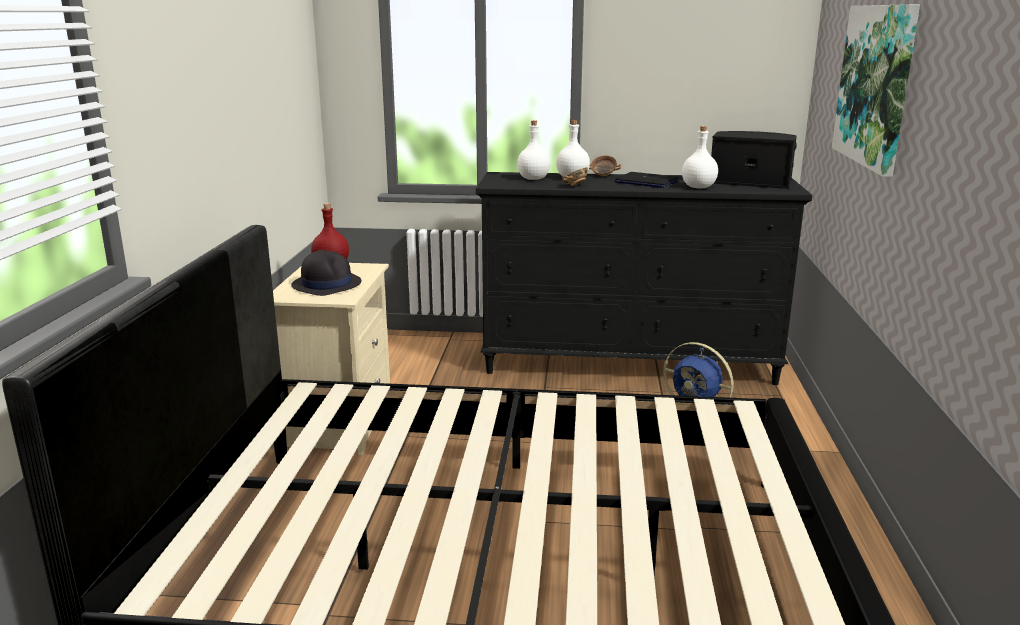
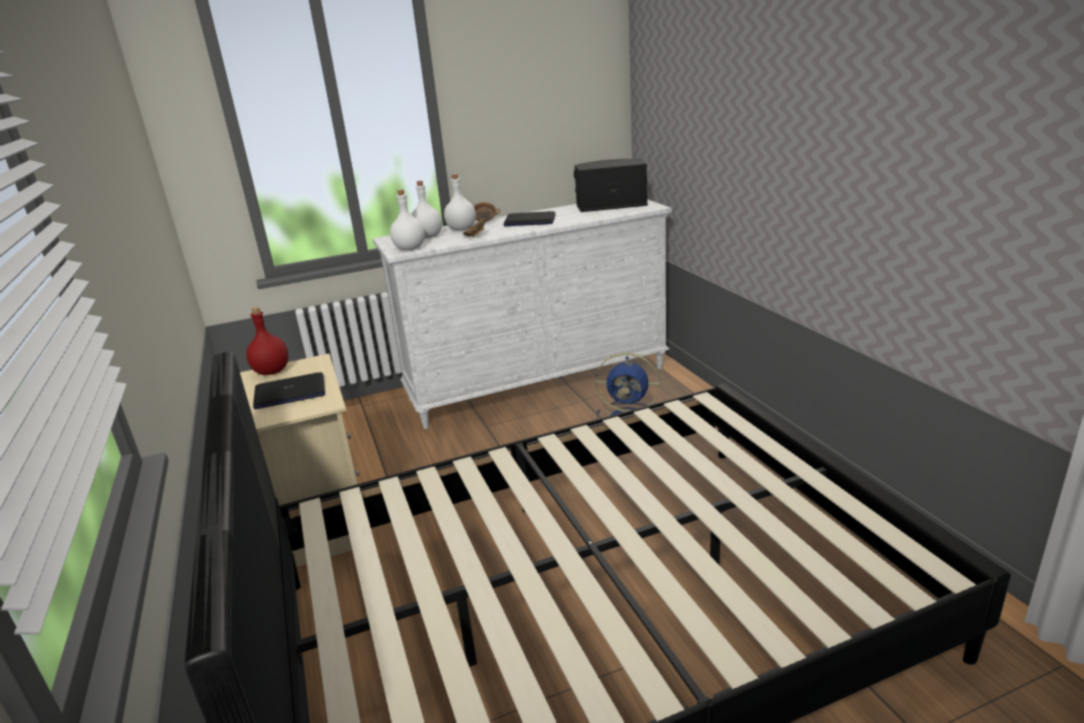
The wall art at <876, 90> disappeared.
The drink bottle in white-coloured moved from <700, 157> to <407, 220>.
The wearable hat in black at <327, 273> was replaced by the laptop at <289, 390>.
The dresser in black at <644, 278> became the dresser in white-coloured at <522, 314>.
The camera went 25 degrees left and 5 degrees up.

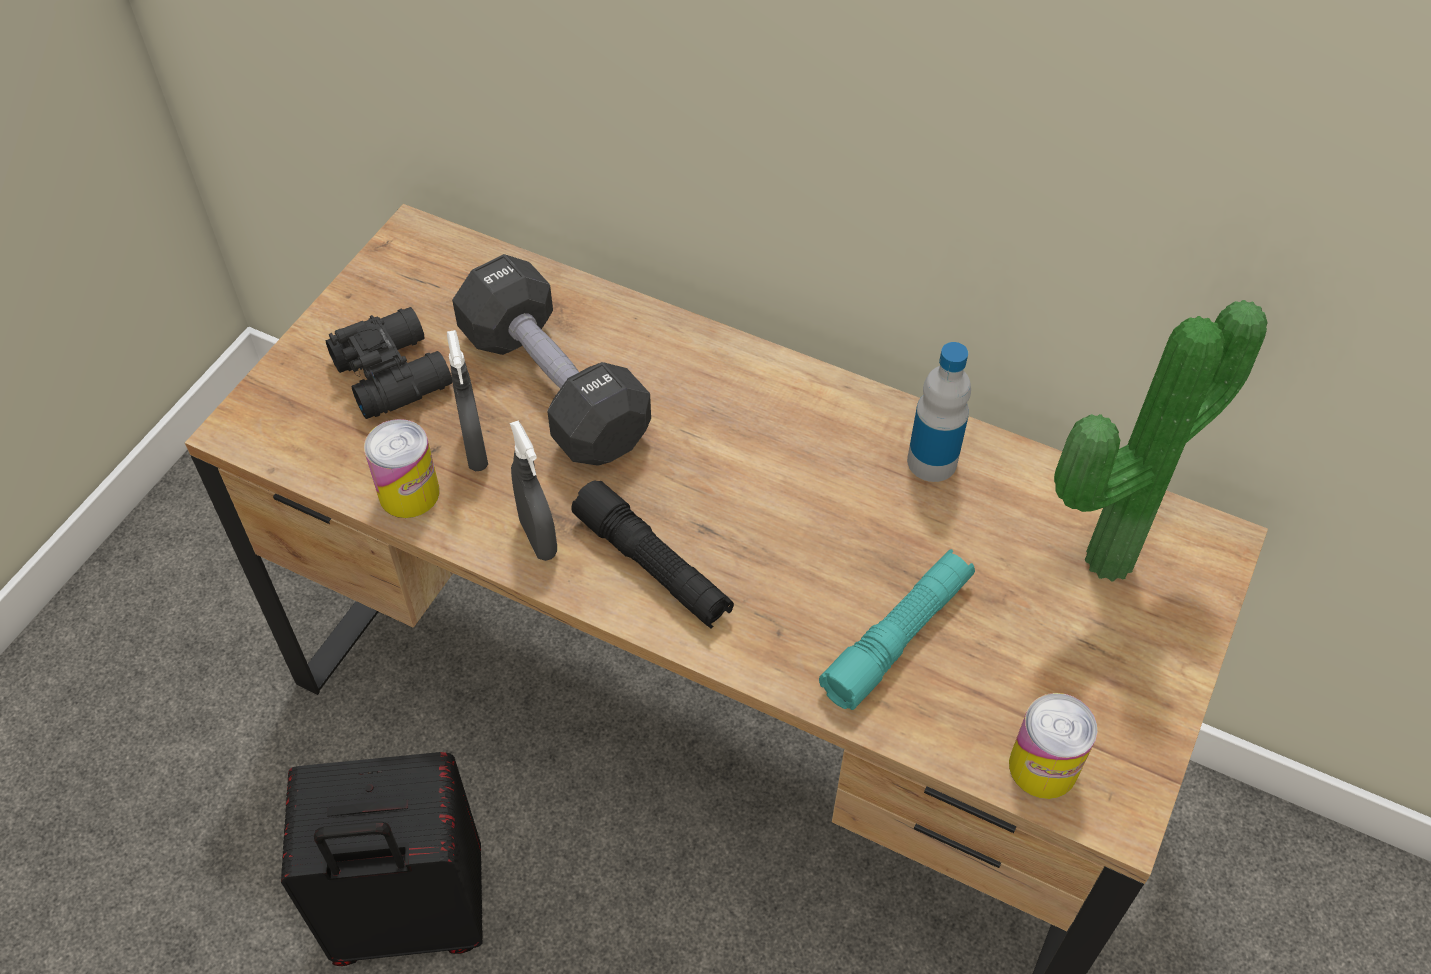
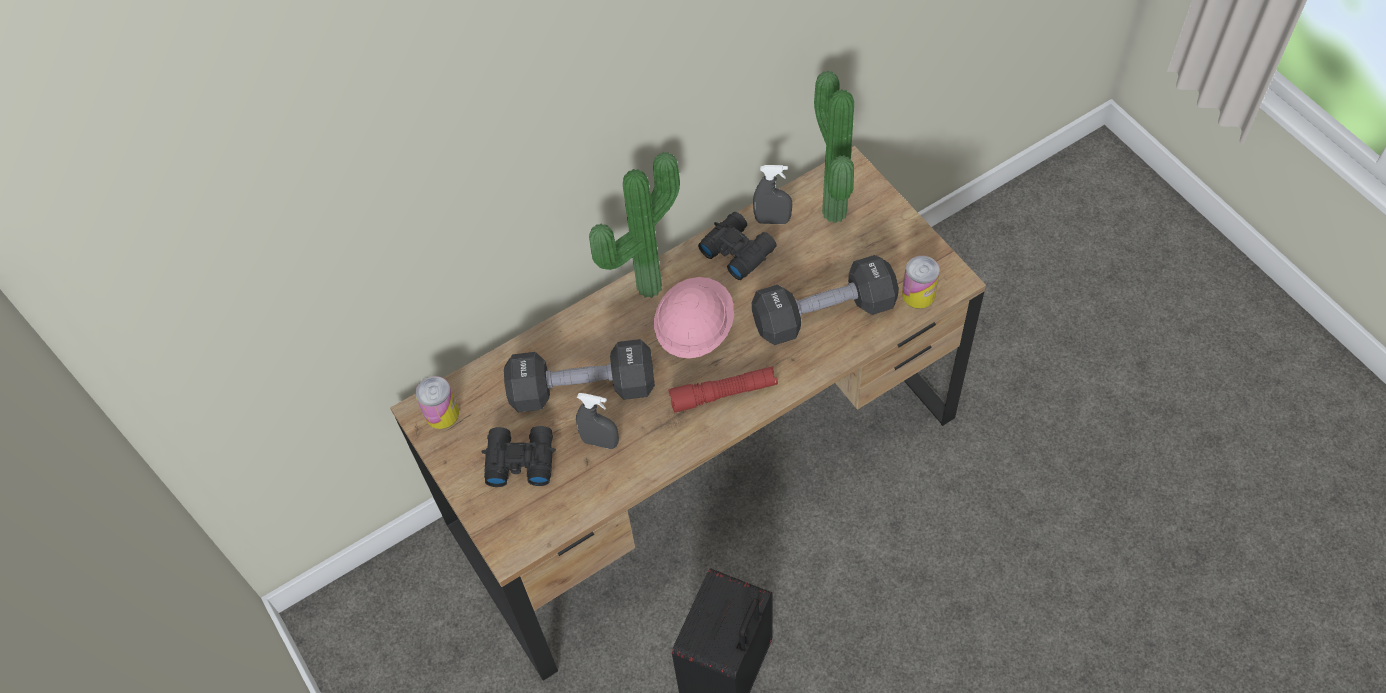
The potted plant at <634, 225> appeared.
The safety helmet in pink-coloured at <694, 318> appeared.
The sealed can moved from <402, 468> to <437, 402>.
The hand sprayer in gray moved from <533, 490> to <772, 194>.
The torch in blue-green at <897, 629> was replaced by the hand weight in black at <825, 300>.
The drink bottle at <939, 412> was replaced by the field glasses in black at <737, 246>.
The torch in black at <652, 554> became the torch in red-coloured at <723, 390>.
The camera went 55 degrees left and 5 degrees up.

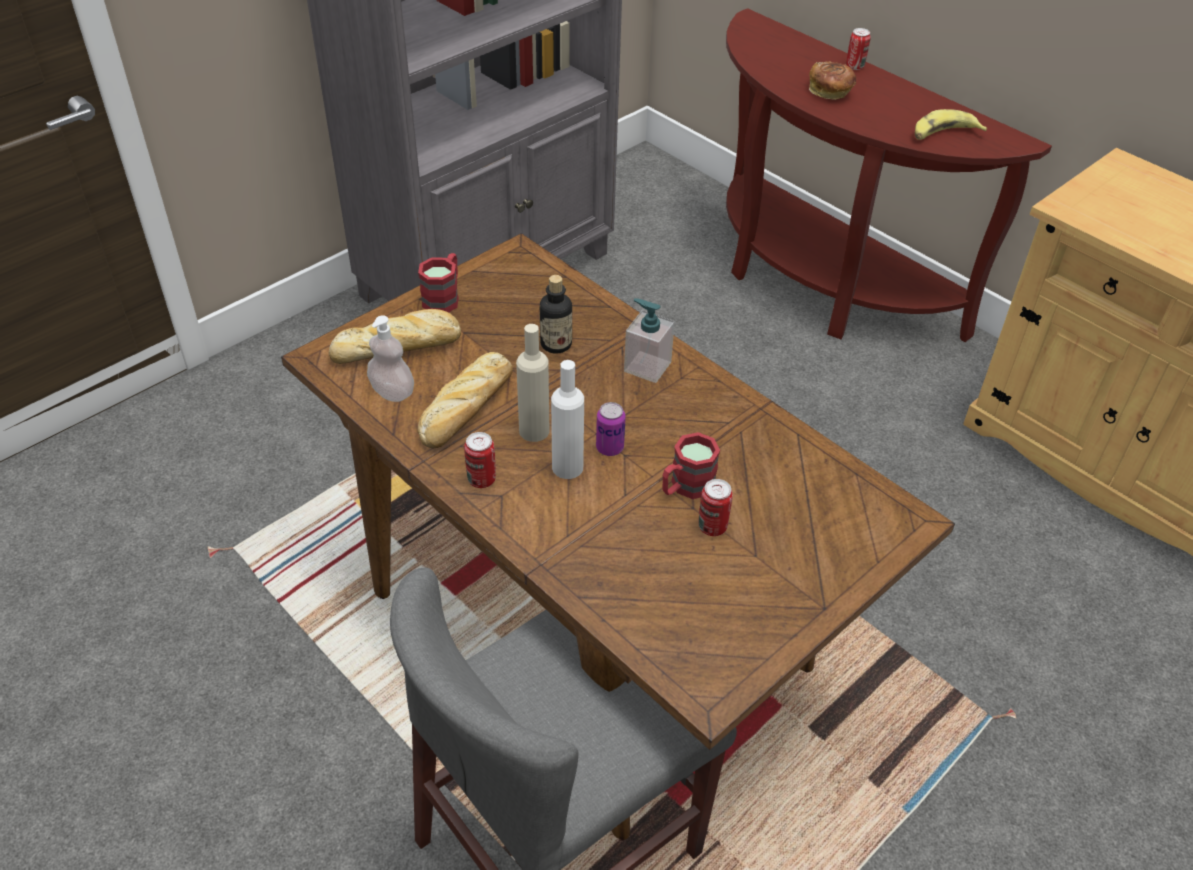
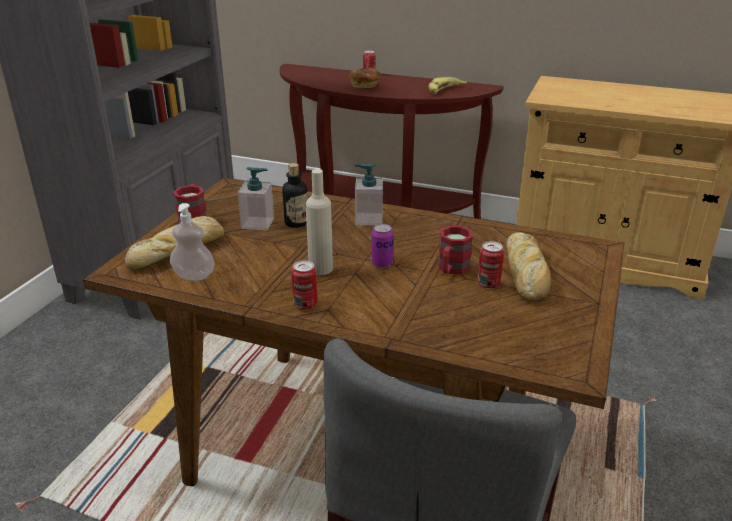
The drink bottle in white-coloured at <567, 419> disappeared.
The soap dispenser at <256, 198> appeared.
The bakery bread moved from <465, 400> to <528, 267>.
The camera went 25 degrees left and 15 degrees down.

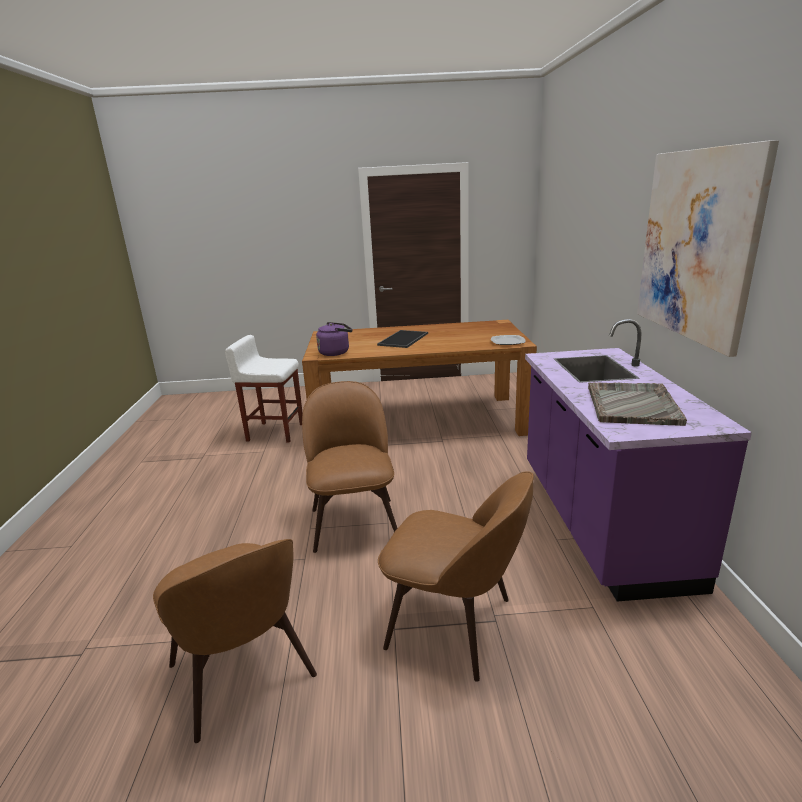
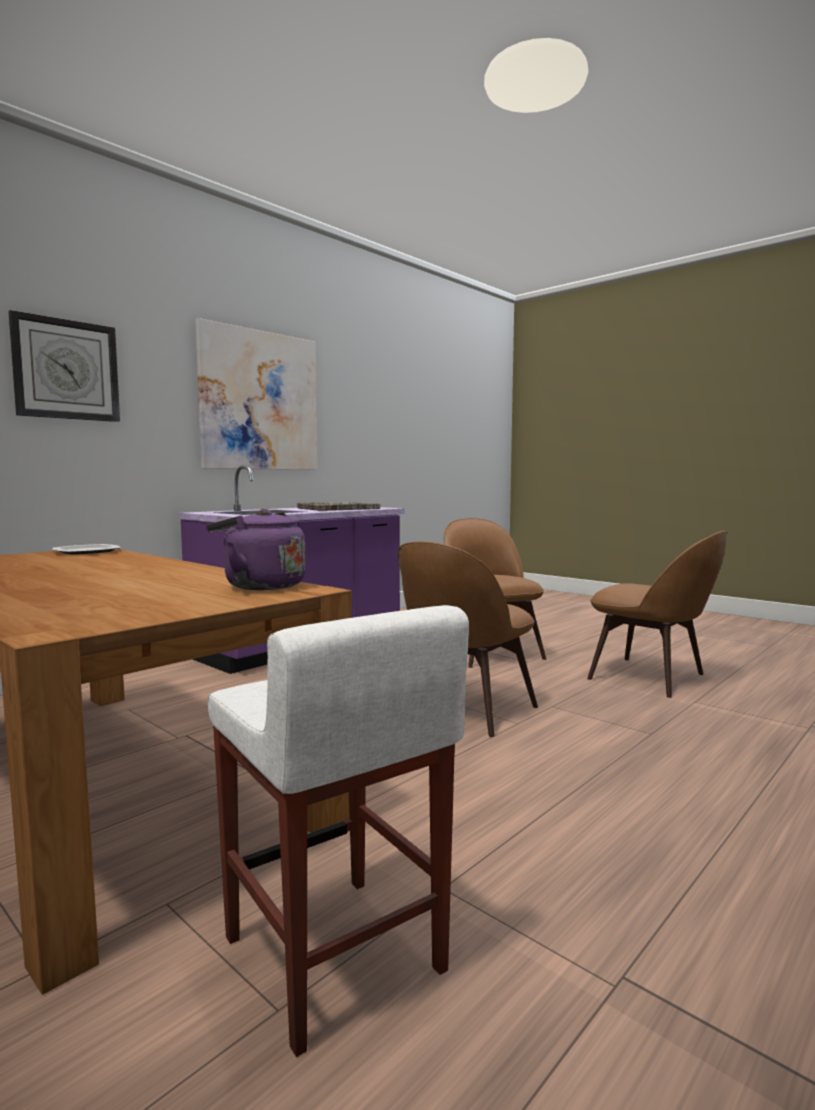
The serving tray at <402, 339> disappeared.
The clock on the wall at <64, 366> appeared.
The chair in brown at <235, 641> turned 120 degrees clockwise.
The camera went 135 degrees left and 15 degrees down.

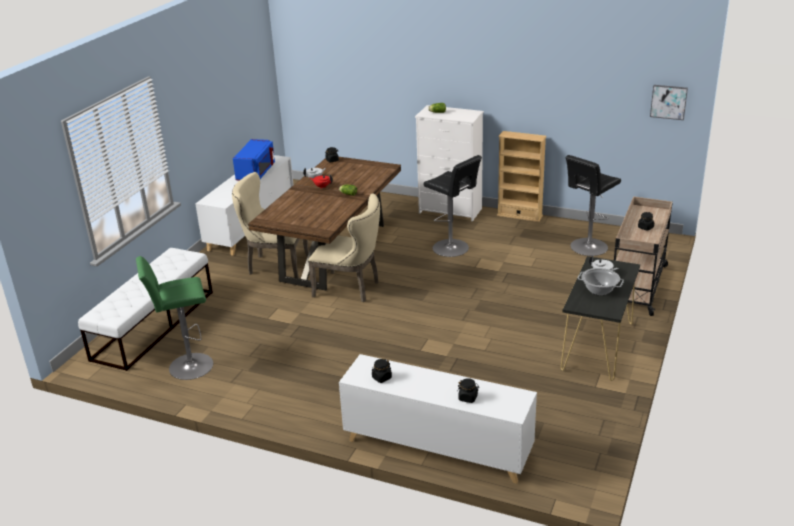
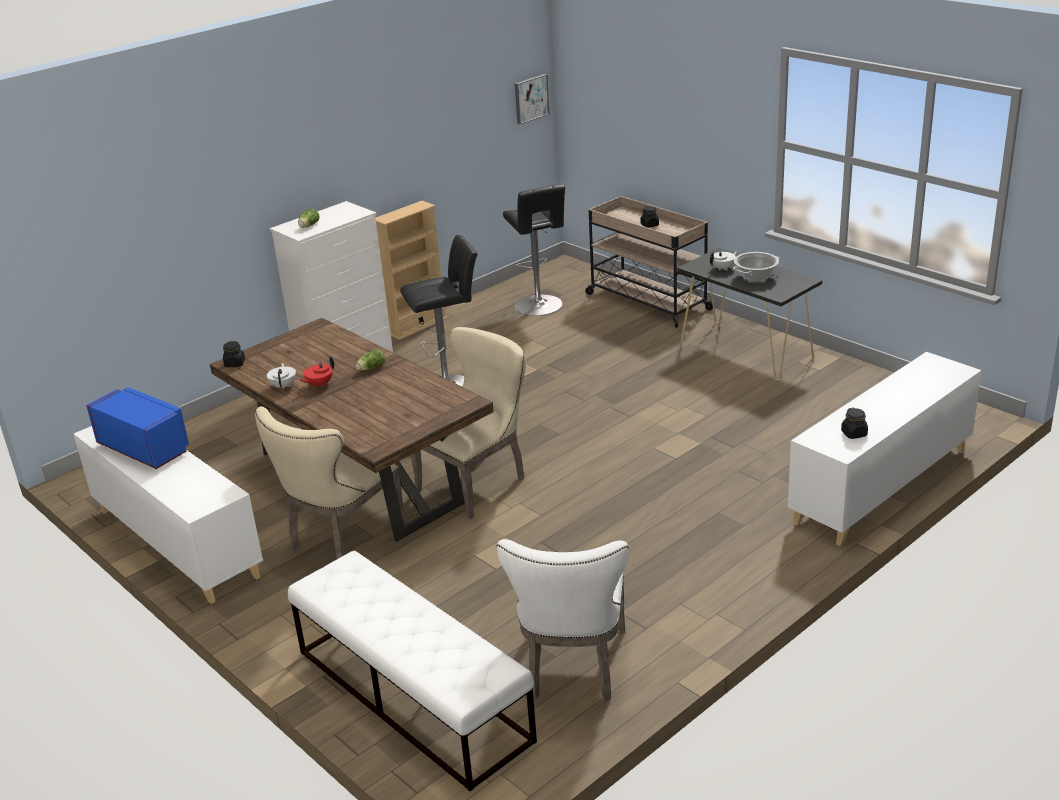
The storage jar in black at <468, 390> disappeared.
The stool in greenish at <174, 318> was replaced by the chair in white-coloured at <562, 620>.
The camera went 65 degrees left and 0 degrees up.

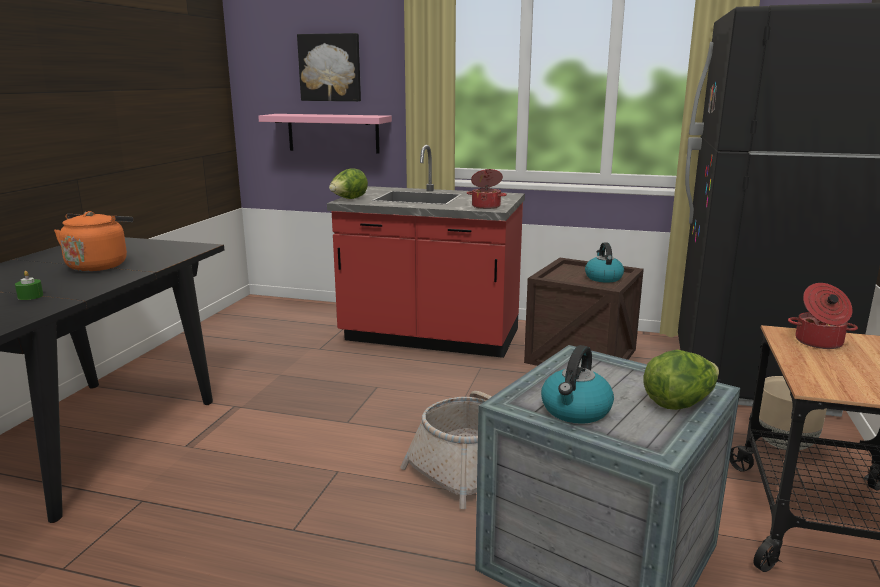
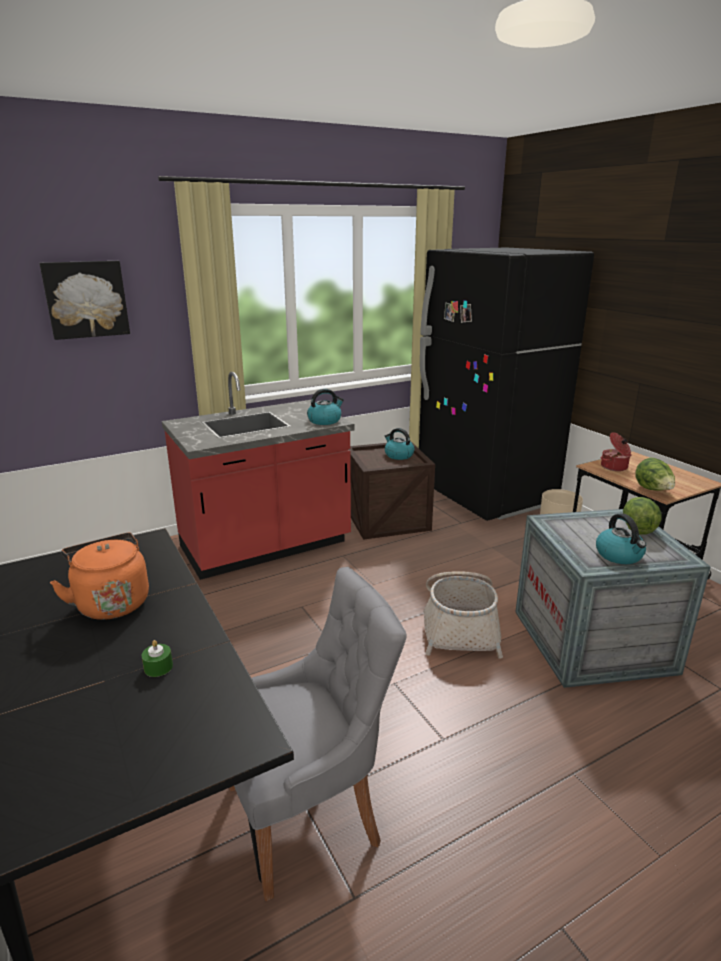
The bracket shelf in pink-coloured at <325, 133> disappeared.
The chair in gray at <318, 734> appeared.
The head of lettuce moved from <348, 183> to <655, 474>.
The stockpot at <487, 189> was replaced by the kettle at <325, 407>.
The camera went 45 degrees left and 5 degrees up.

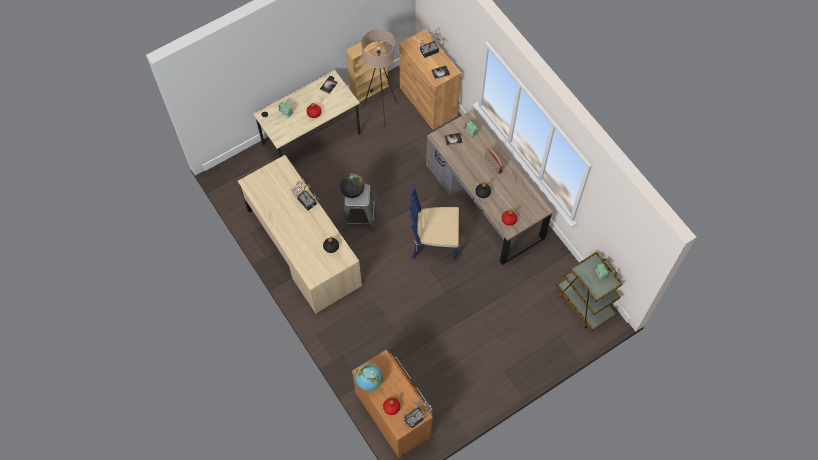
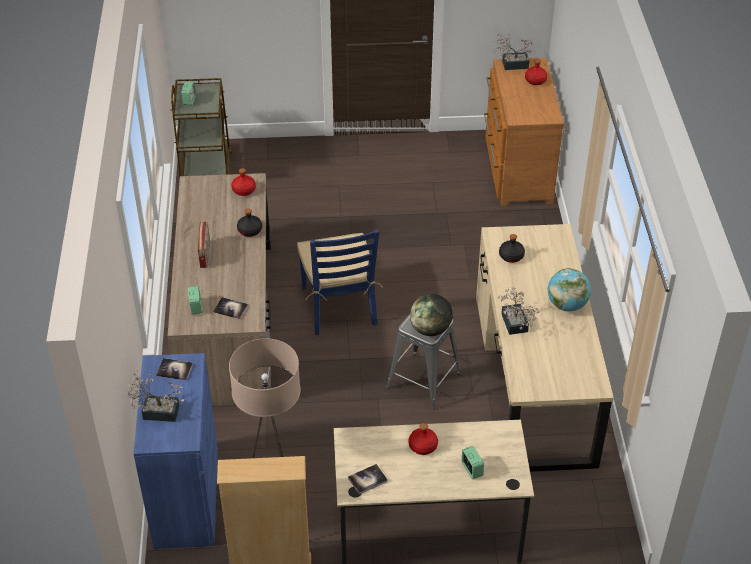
The world globe moved from <369, 377> to <569, 289>.
The cabinet in brown at <430, 79> became the cabinet in blue at <175, 451>.
The chair in blue at <434, 223> turned 45 degrees clockwise.
The camera went 150 degrees left and 20 degrees down.

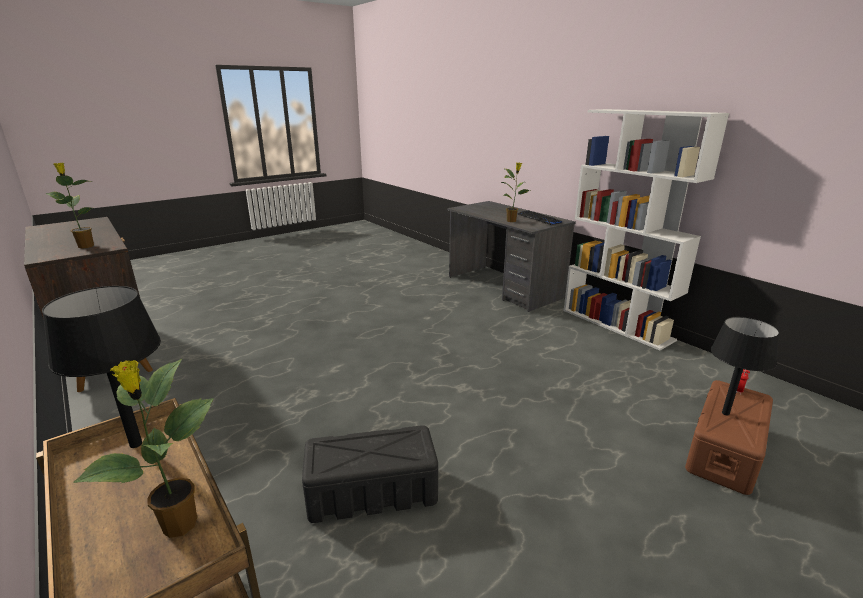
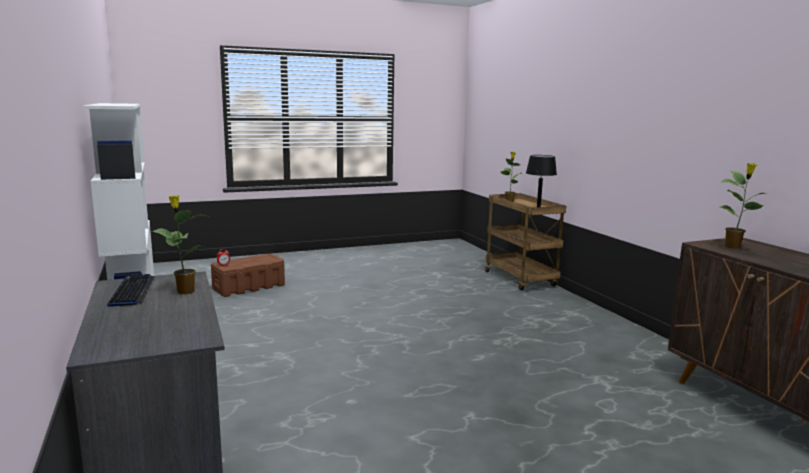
The storage box in black at <370, 474> disappeared.
The lamp for a table in black at <745, 366> disappeared.
The camera went 165 degrees left and 10 degrees down.

